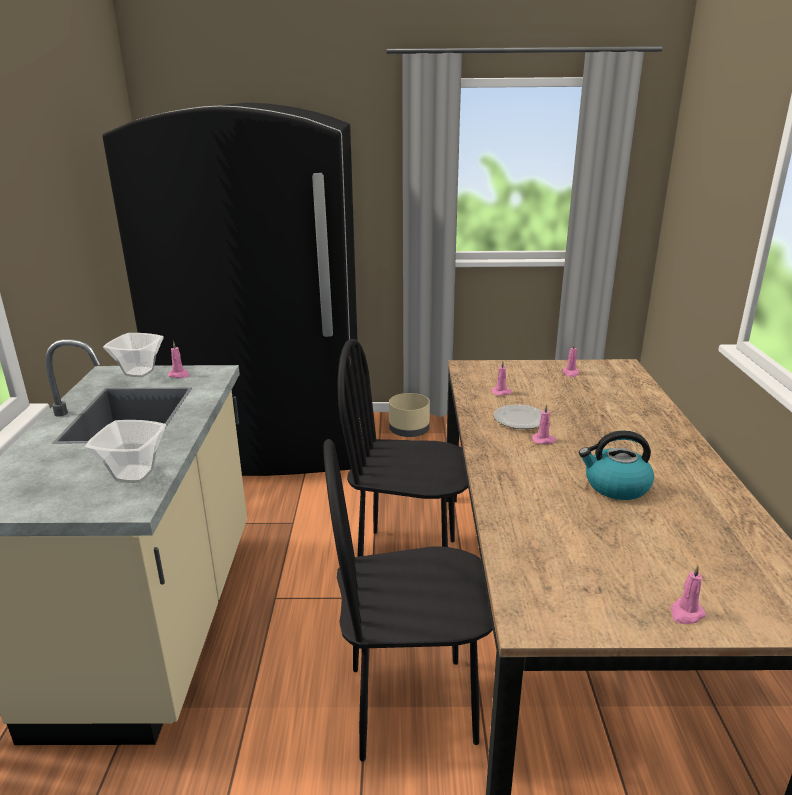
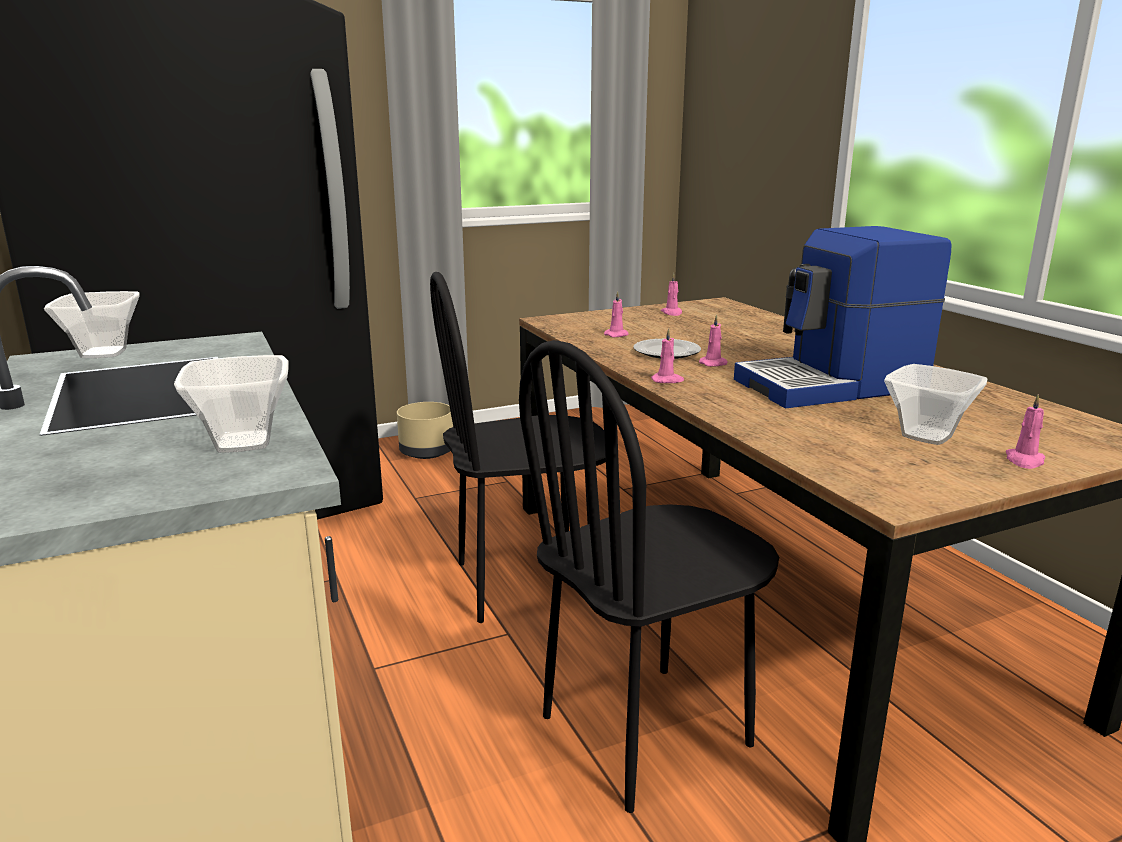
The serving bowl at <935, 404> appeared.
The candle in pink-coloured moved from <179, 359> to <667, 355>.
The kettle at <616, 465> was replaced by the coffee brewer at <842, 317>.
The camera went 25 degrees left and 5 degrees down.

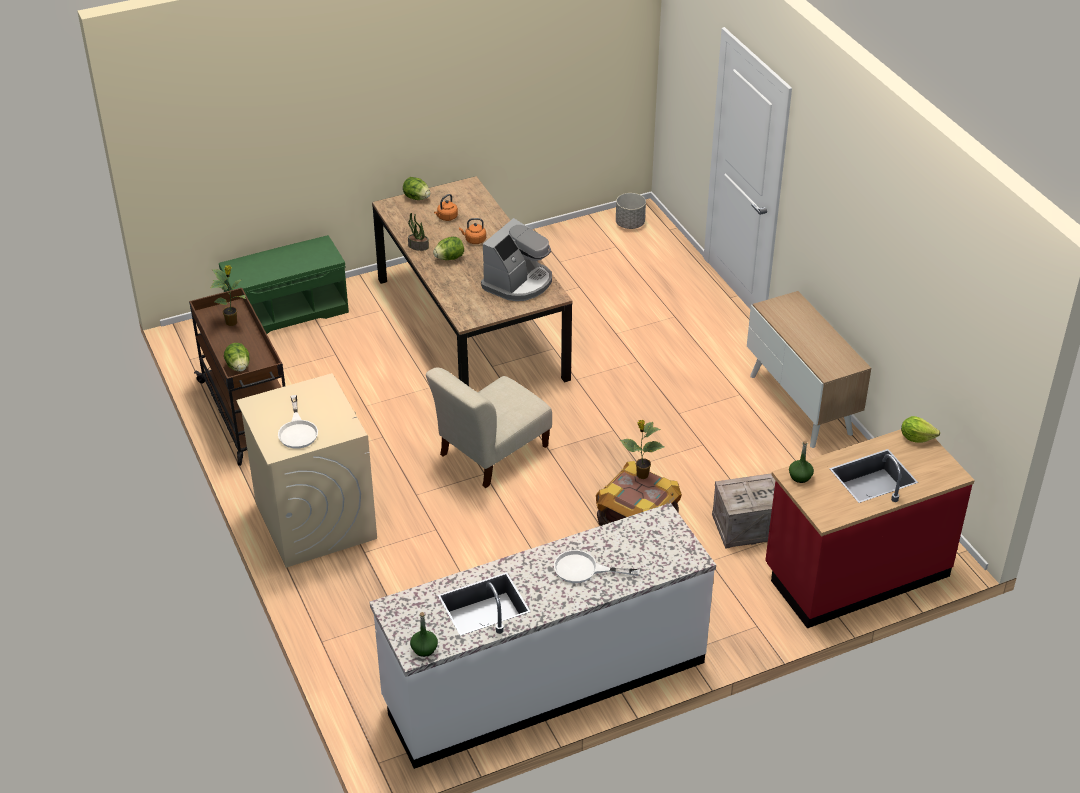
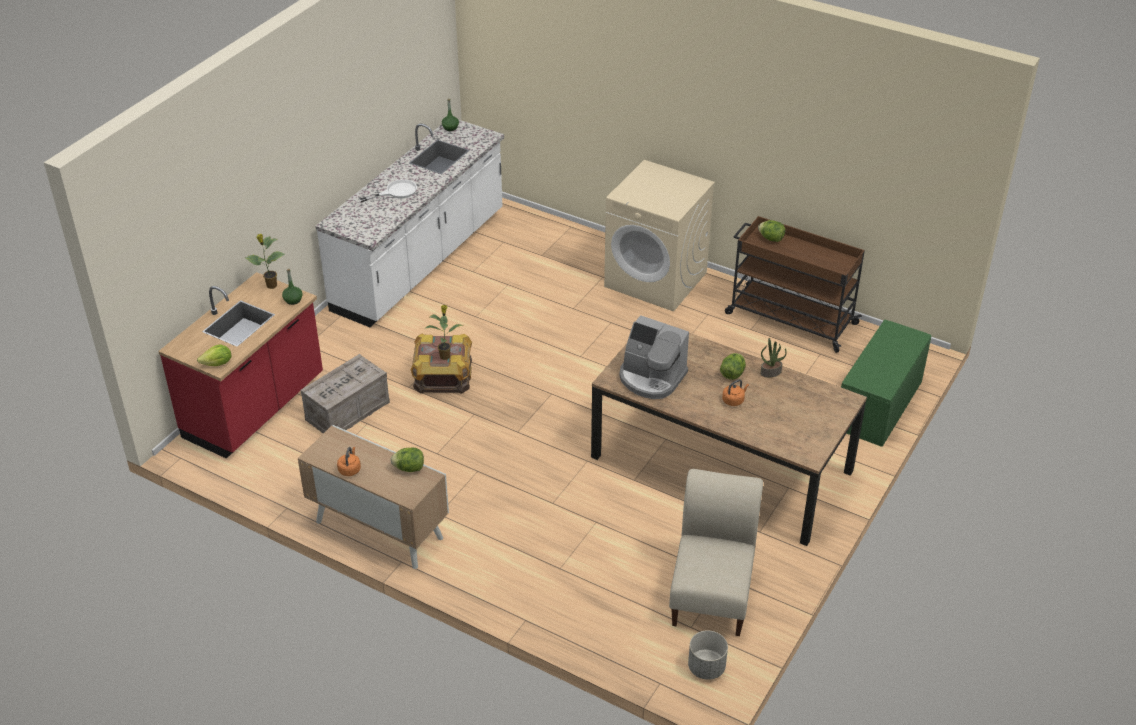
The skillet in white-coloured at <298, 422> disappeared.
The potted plant moved from <228, 295> to <265, 261>.
The head of lettuce moved from <416, 188> to <407, 460>.
The chair in beige-coloured moved from <489, 428> to <716, 552>.
The kettle in orangey moved from <446, 207> to <349, 461>.
The coffee brewer at <516, 259> turned 60 degrees counterclockwise.
The camera went 145 degrees right and 0 degrees up.

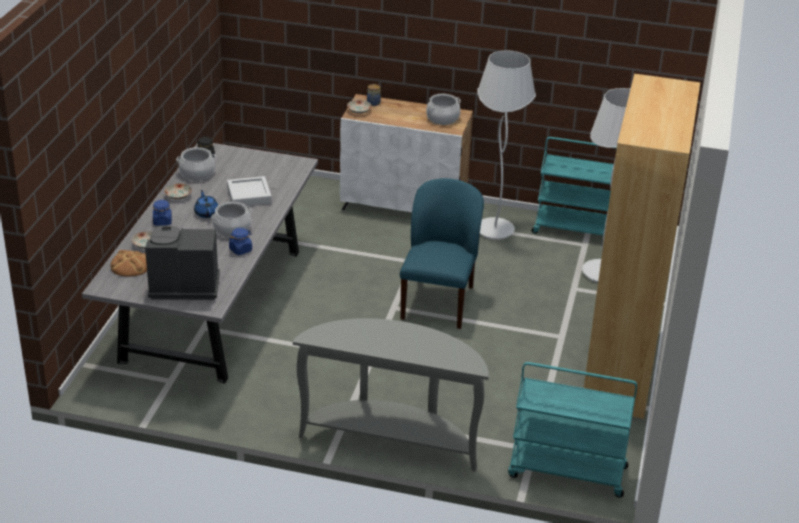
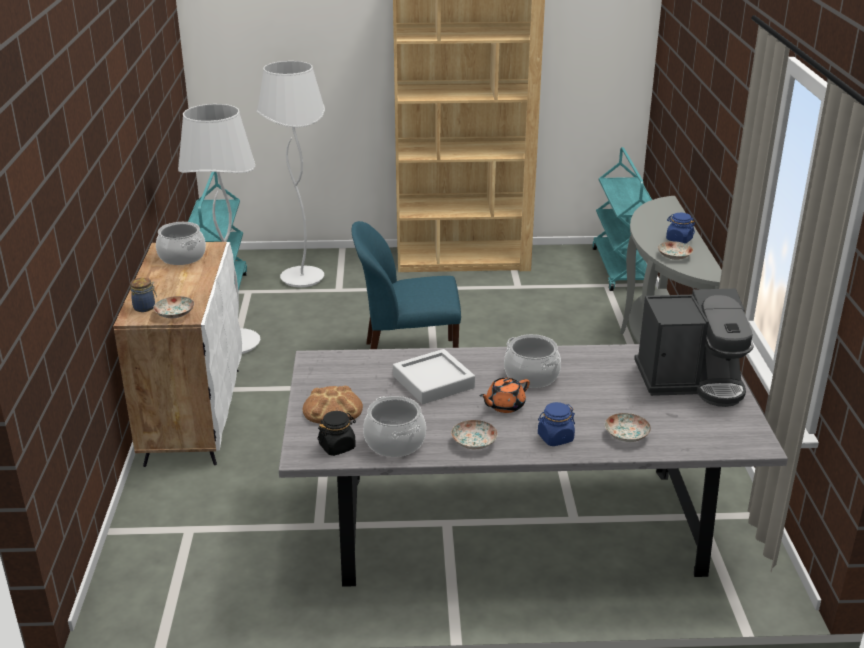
The plate at <675, 250> appeared.
The bakery bread moved from <128, 263> to <333, 404>.
The storage jar in blue moved from <240, 241> to <680, 228>.
The tea pot in blue at <206, 204> became the tea pot in orangey at <504, 395>.
The coffee brewer at <182, 263> turned 75 degrees counterclockwise.
The camera went 105 degrees left and 5 degrees down.

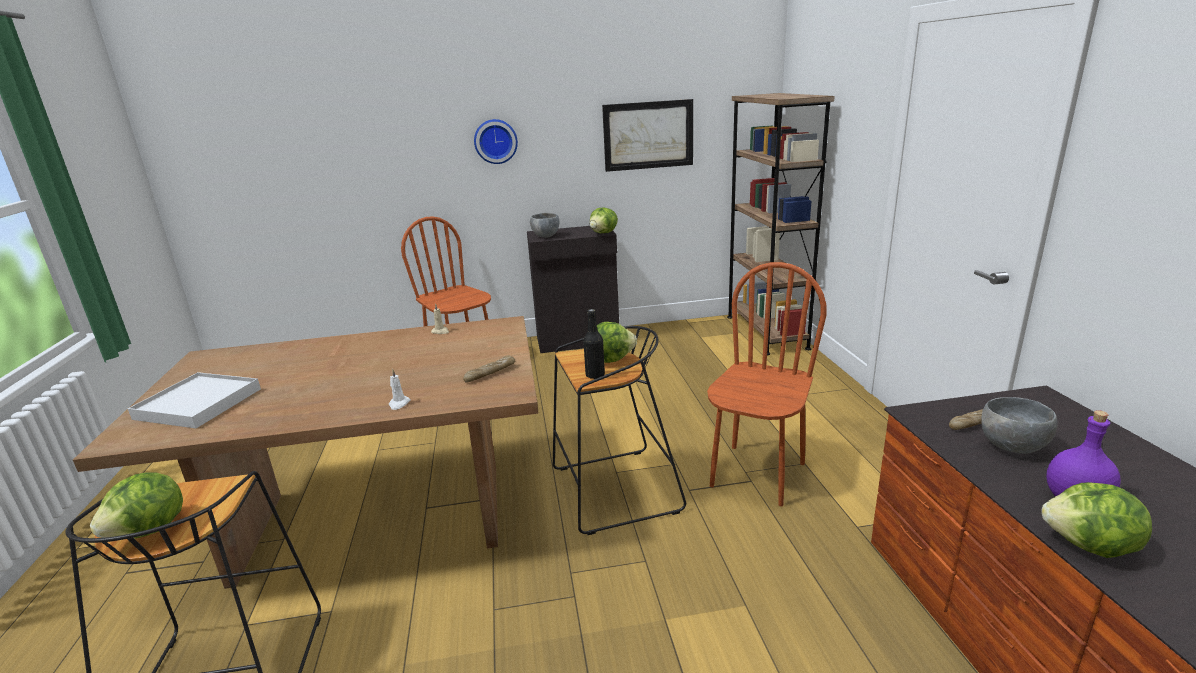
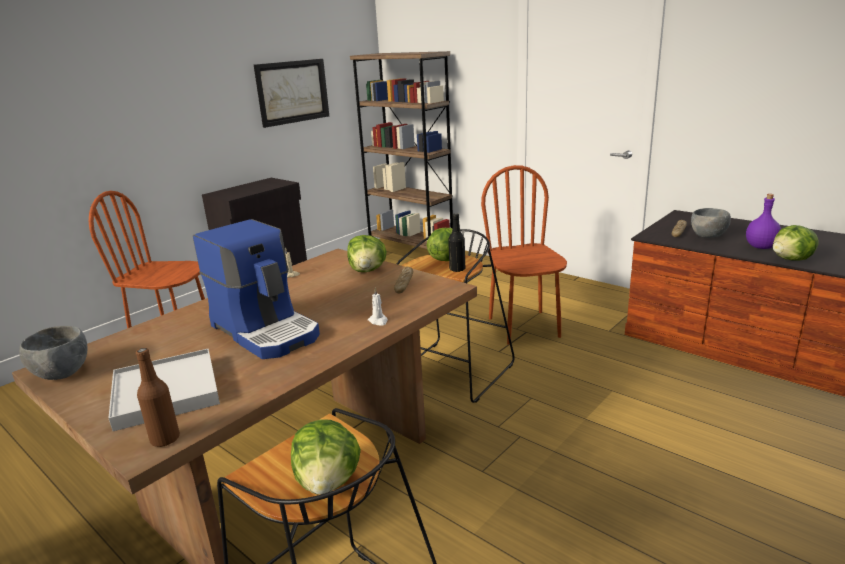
The clock on the wall at <496, 141> disappeared.
The drink bottle in brown at <158, 397> appeared.
The coffee brewer at <256, 289> appeared.
The serving bowl in gray moved from <544, 225> to <53, 353>.
The head of lettuce moved from <604, 220> to <367, 253>.
The camera went 40 degrees left and 0 degrees up.

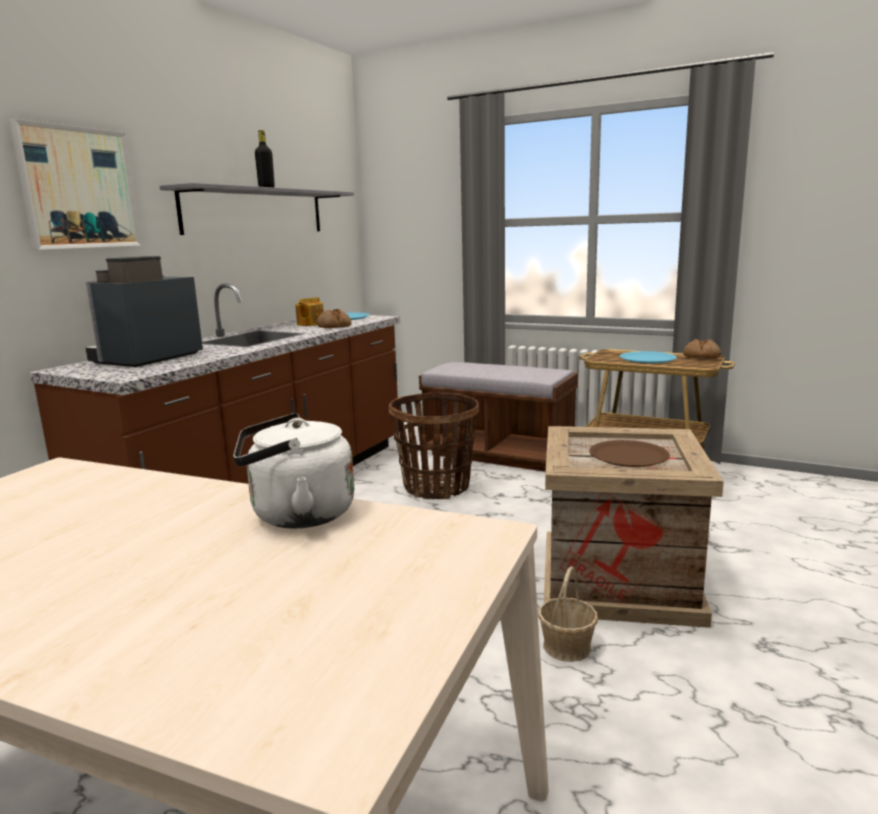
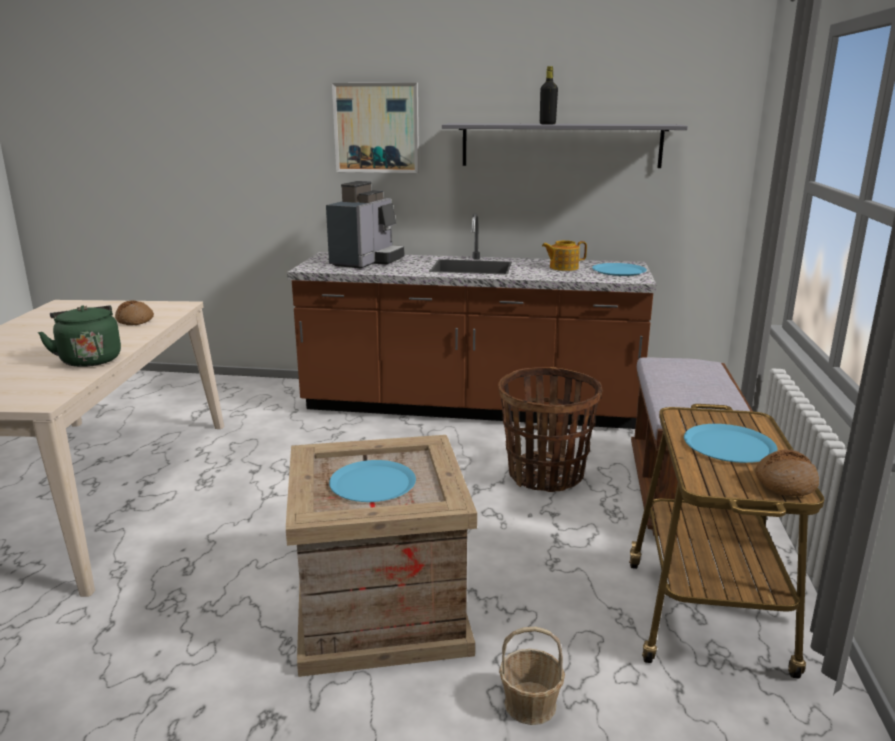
The bakery bread moved from <334, 318> to <134, 313>.
The basket moved from <568, 614> to <532, 676>.
The kettle in white-coloured at <293, 470> became the kettle in greenish at <79, 336>.
The plate in brown at <629, 453> became the plate in blue at <372, 481>.
The coffee brewer at <144, 311> turned 105 degrees clockwise.
The camera went 70 degrees right and 5 degrees up.

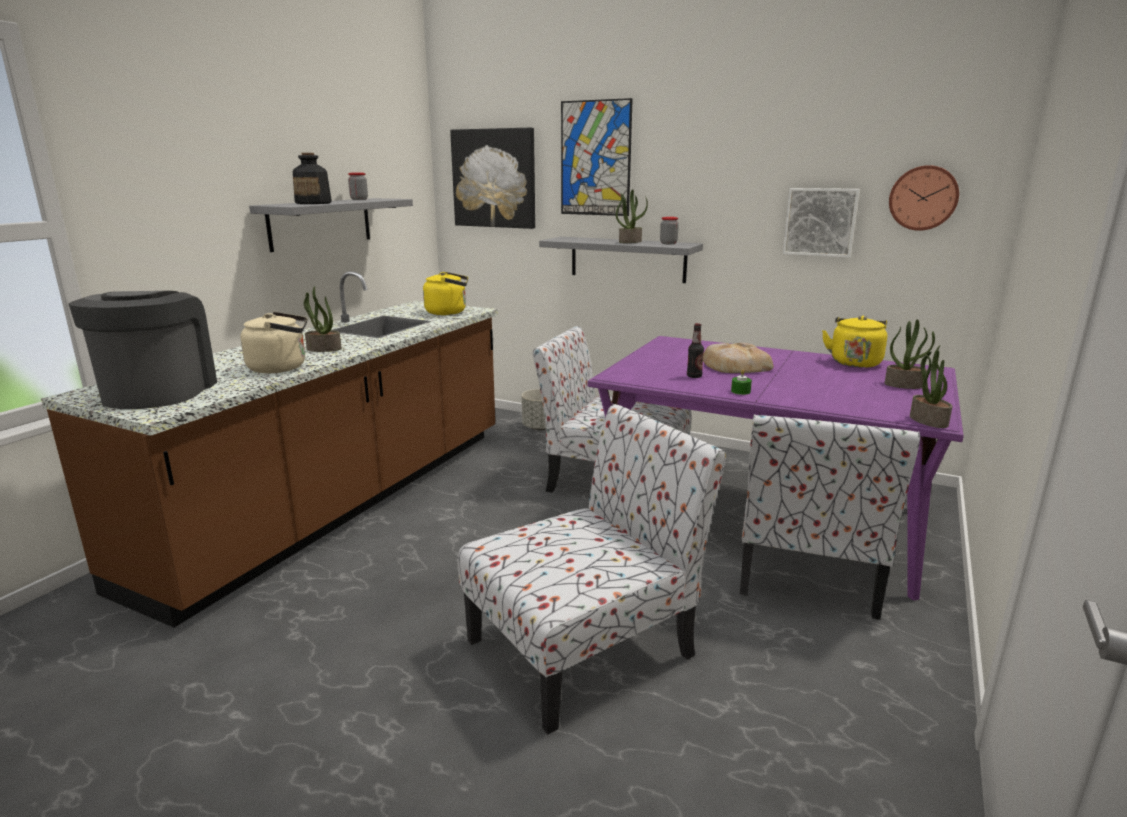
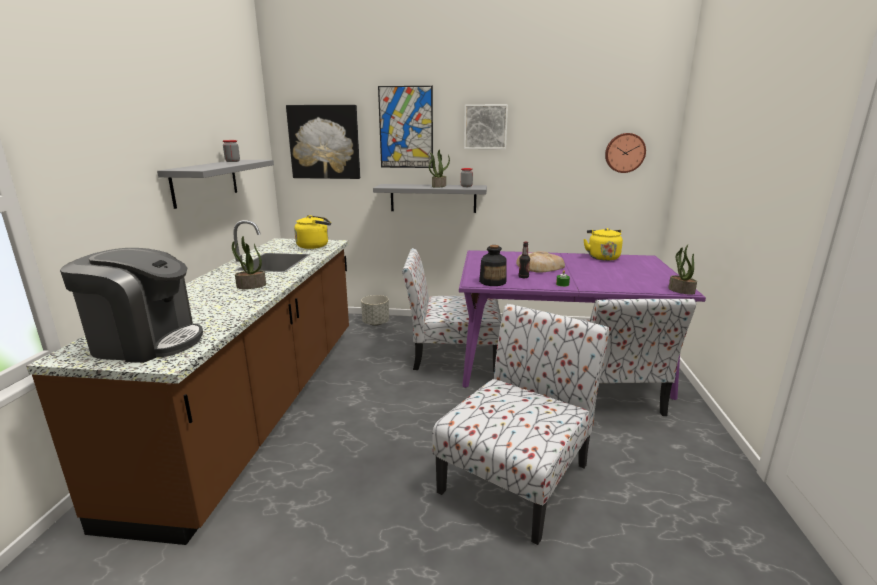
The kettle in beige-coloured at <274, 342> disappeared.
The potted plant at <910, 354> disappeared.
The drink bottle moved from <312, 178> to <493, 265>.
The wall art moved from <821, 223> to <486, 126>.
The coffee brewer at <143, 350> turned 120 degrees clockwise.
The camera went 20 degrees left and 0 degrees up.

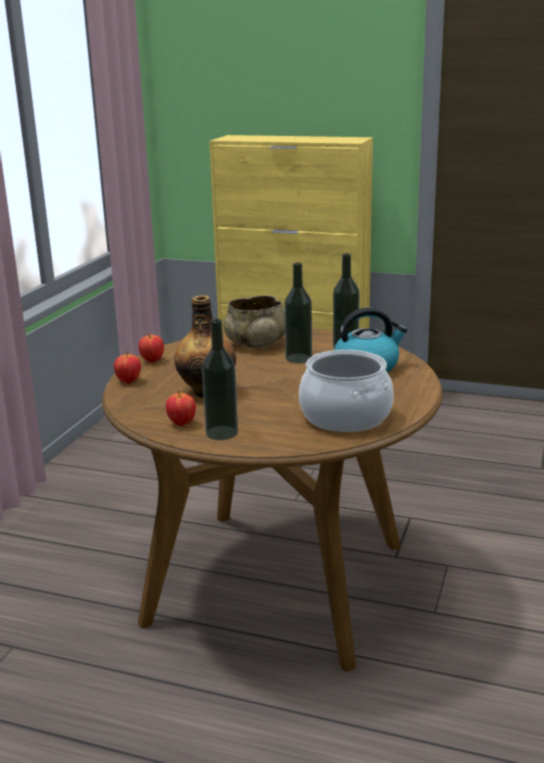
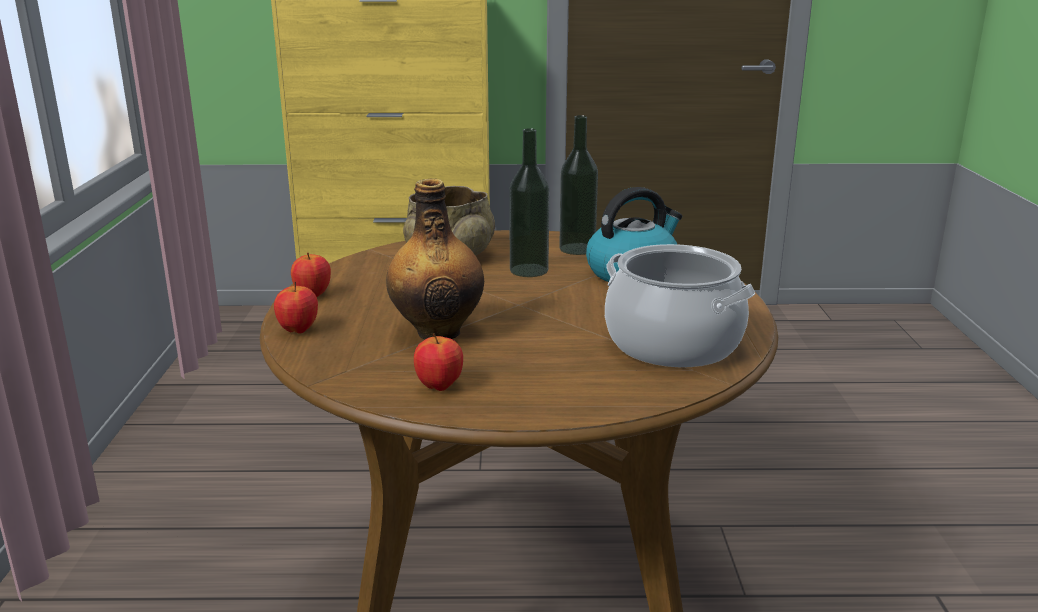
The drink bottle at <220, 379> disappeared.
The camera went 20 degrees left and 0 degrees up.

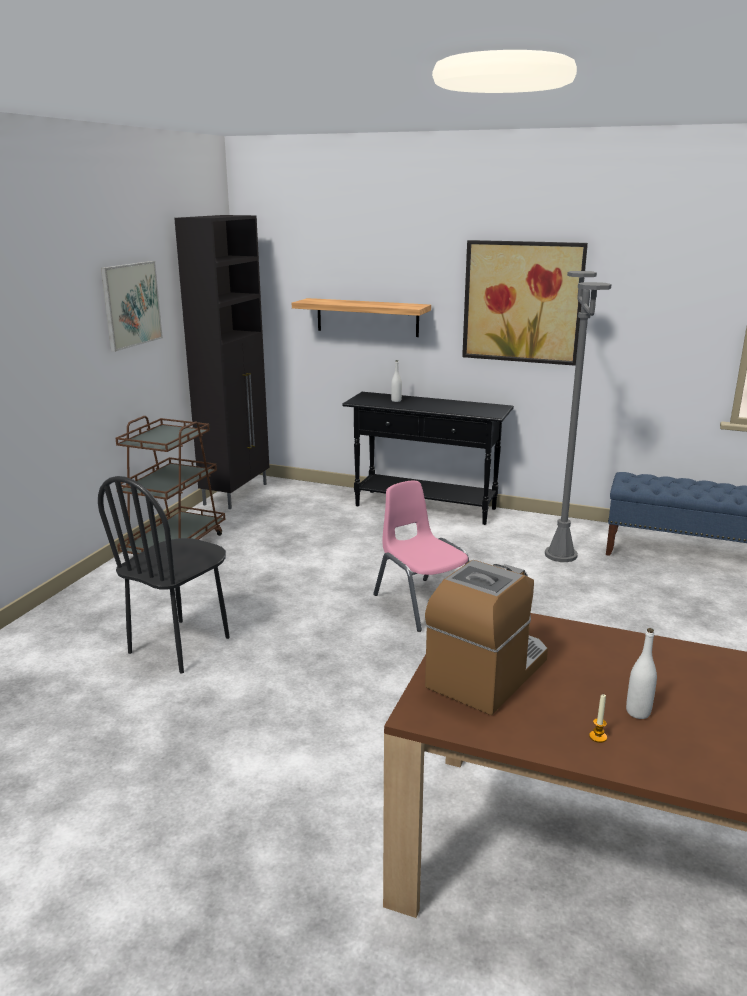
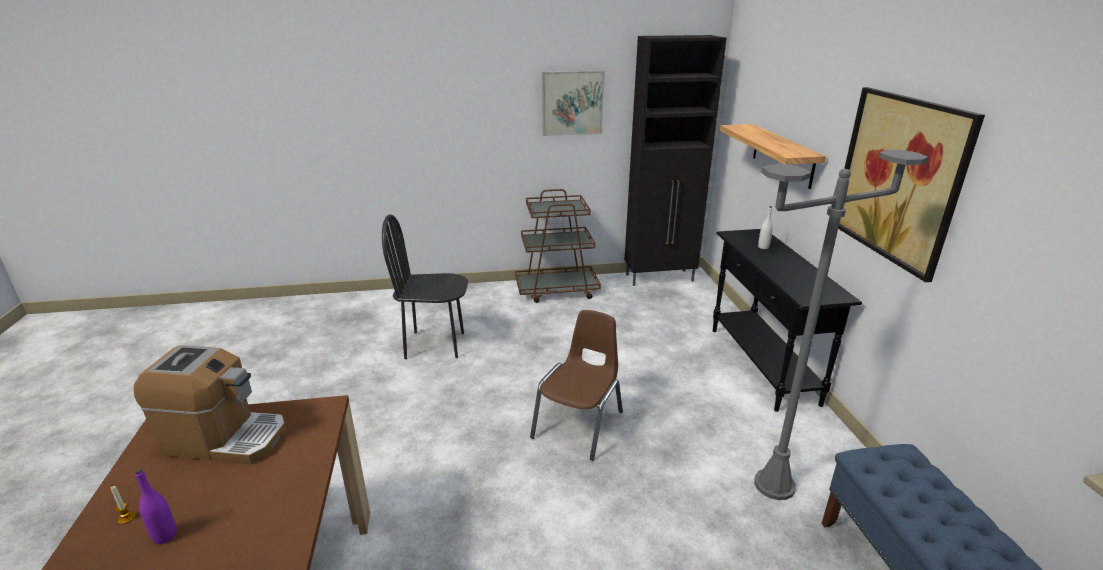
The chair in pink-coloured at <421, 556> became the chair in brown at <576, 385>.
The drink bottle in white-coloured at <641, 673> became the drink bottle in purple-coloured at <156, 506>.
The camera went 60 degrees right and 5 degrees up.

